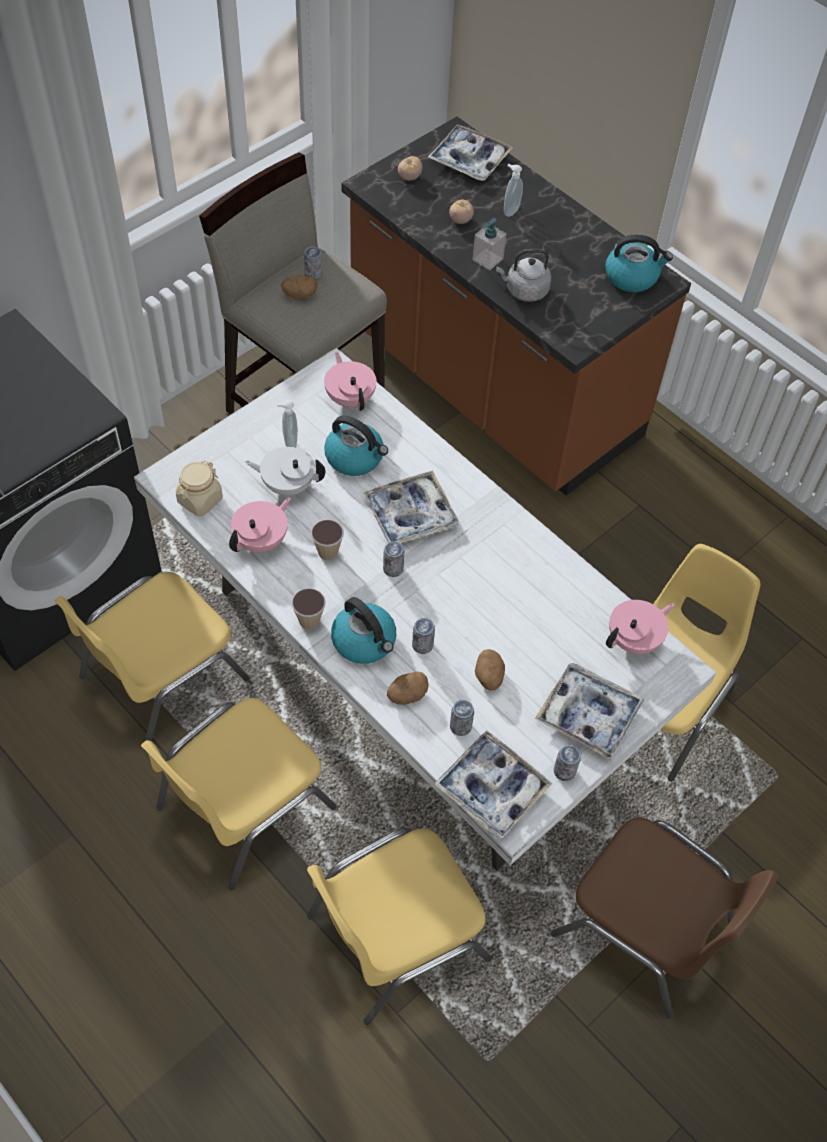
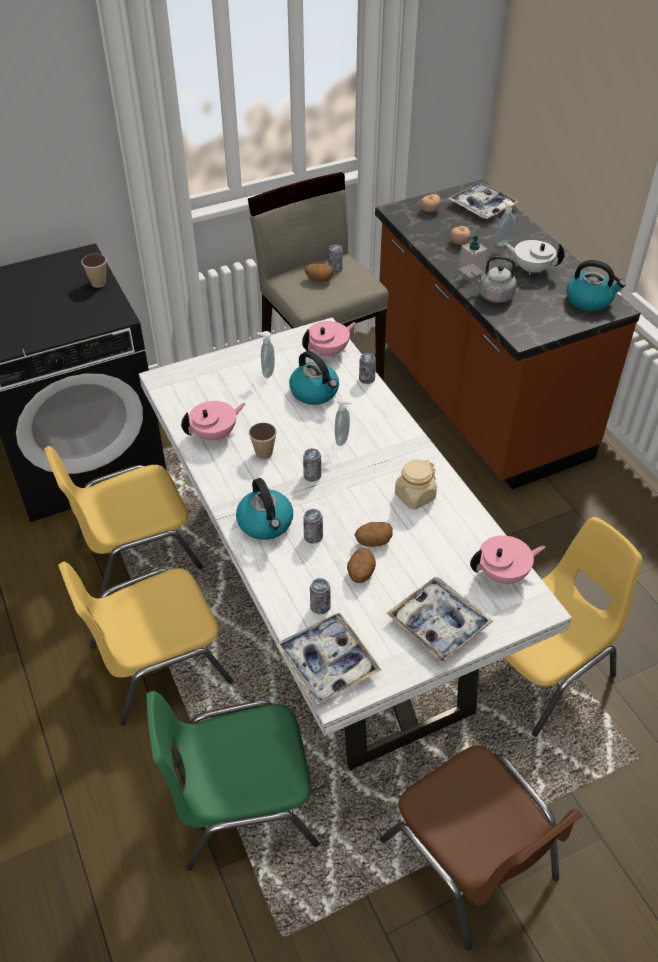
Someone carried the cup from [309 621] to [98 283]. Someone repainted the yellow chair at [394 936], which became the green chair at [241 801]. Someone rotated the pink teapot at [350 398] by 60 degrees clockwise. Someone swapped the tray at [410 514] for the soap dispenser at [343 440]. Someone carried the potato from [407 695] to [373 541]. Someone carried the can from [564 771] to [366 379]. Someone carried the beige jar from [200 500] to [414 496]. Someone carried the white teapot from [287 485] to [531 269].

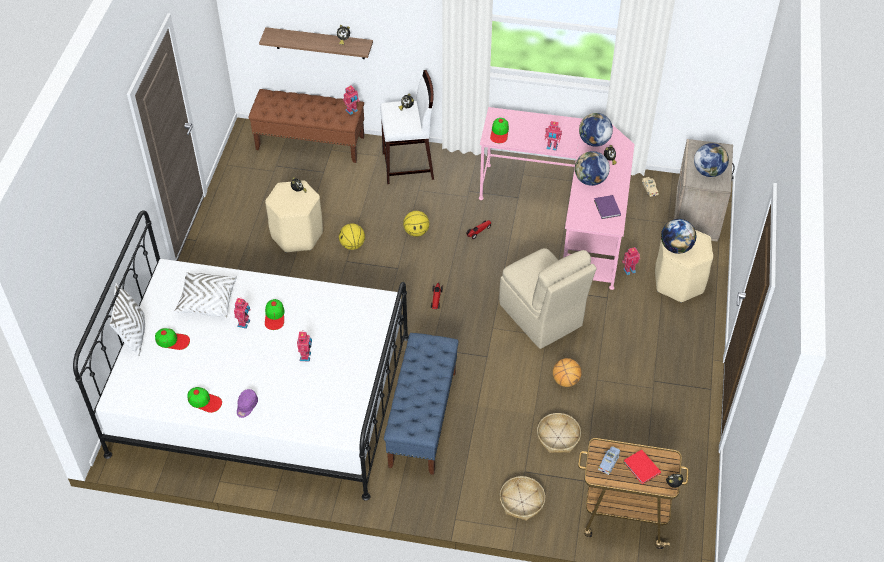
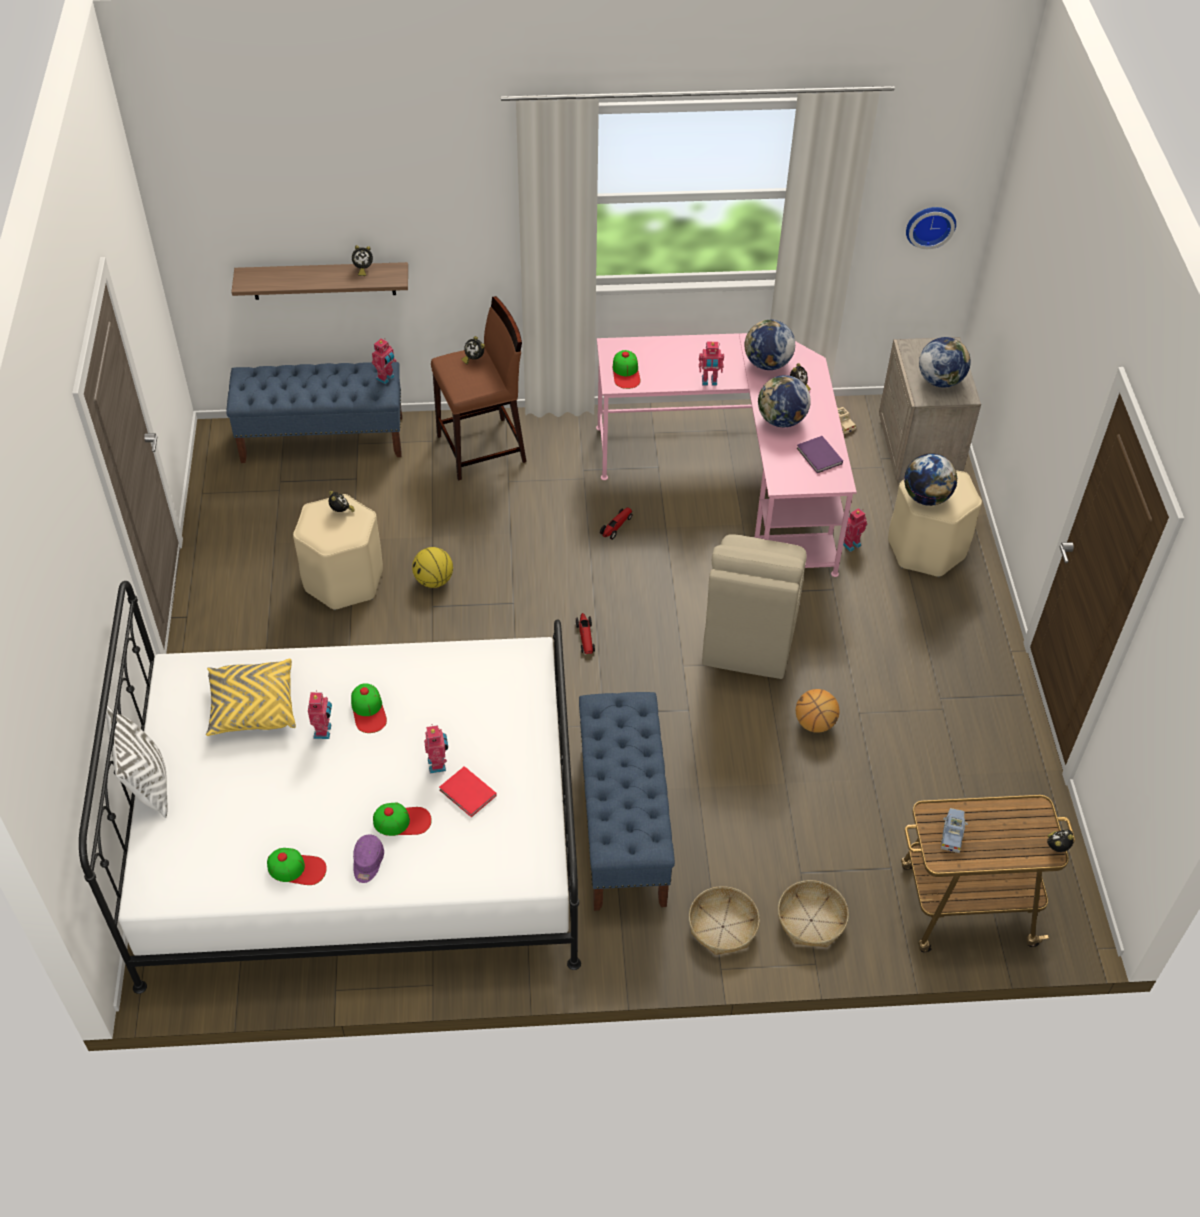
Someone repainted the white pillow at [207 301], which became the yellow pillow at [252 707]. Someone repainted the brown bench at [310 143], which became the blue bench at [323 439]. Someone carried the cap from [172 340] to [402 821]. Someone repainted the white stool at [408 166], which became the brown stool at [482 449]. Someone carried the red book from [641 468] to [468 794]. Someone carried the basket from [558 438] to [723 927]. Someone rotated the beige chair at [541 316] by 60 degrees clockwise. Someone put up the wall clock at [930 225]. Someone took away the basketball at [416 232].

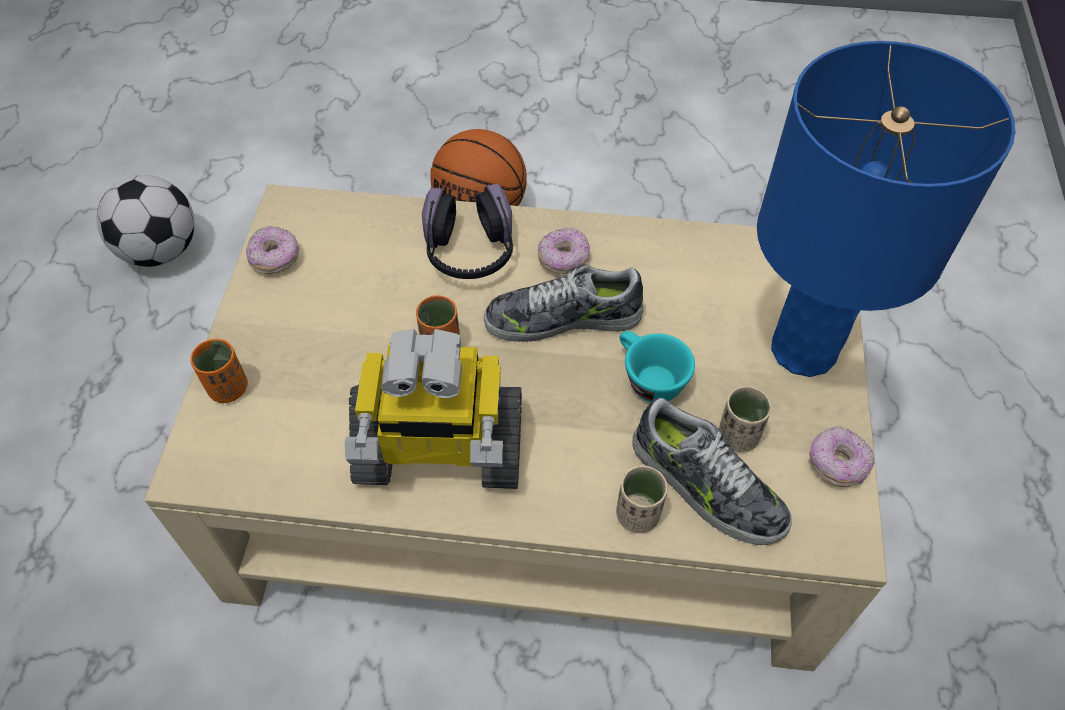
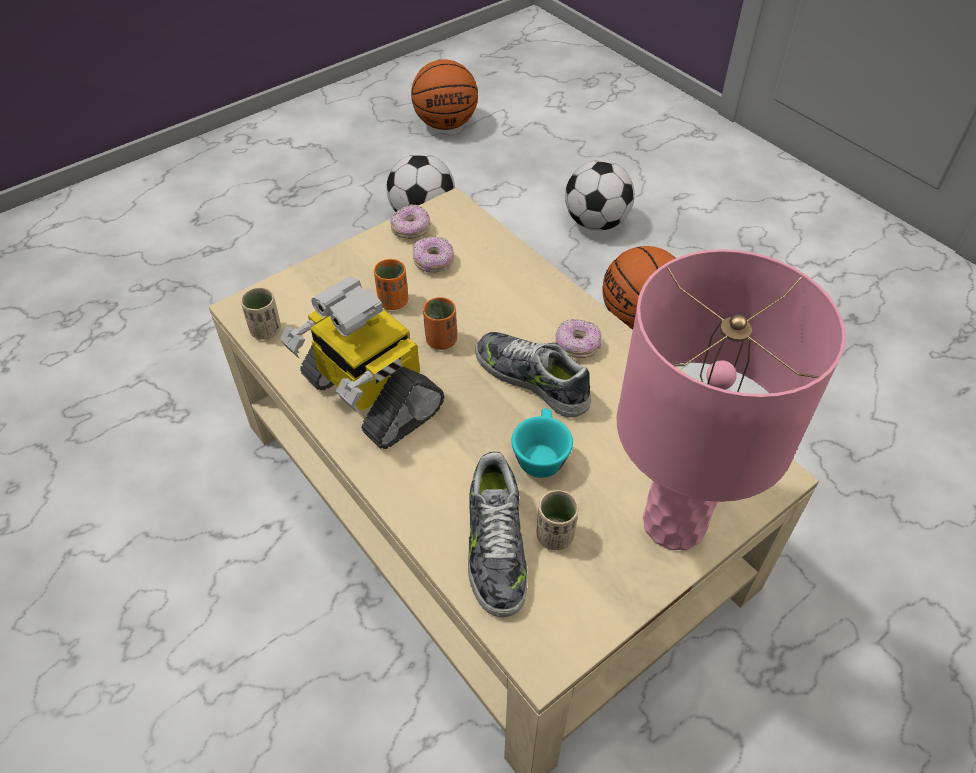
Someone carried the beige cup from [638 515] to [266 330]. Someone carried the orange cup from [228 388] to [393 301]. Someone put down the basketball at [445 124]. Someone carried the donut from [837 464] to [433 262]. Someone put down the football at [596 222]. Someone repainted the blue table lamp at [803 349], which became the pink table lamp at [674 522]. Someone took away the headphones at [469 251].

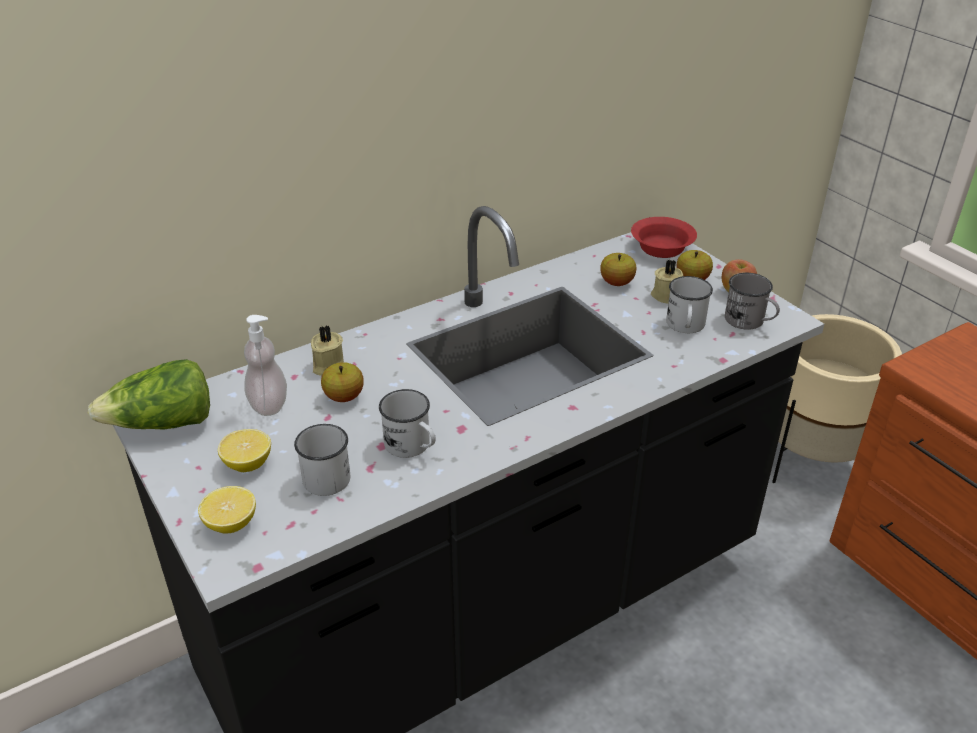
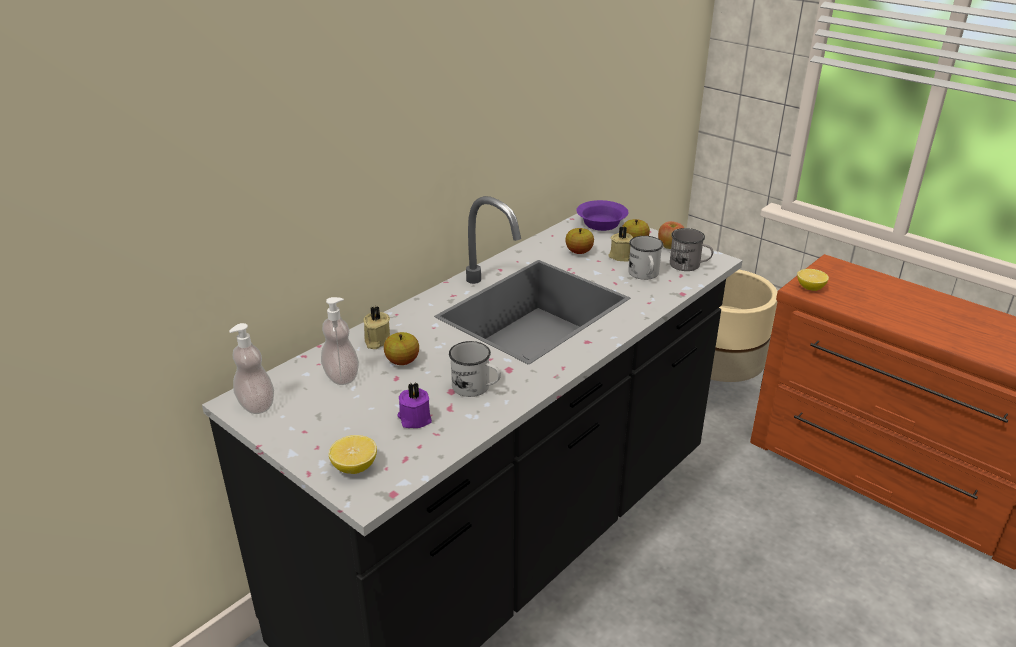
Someone swapped the lettuce at [163 424] for the soap dispenser at [256 405]. Someone swapped the white mug at [324 474] for the purple candle at [414 419]. Someone repainted the red bowl at [663 249], which became the purple bowl at [602 224]. Someone carried the lemon from [247 464] to [810 288].

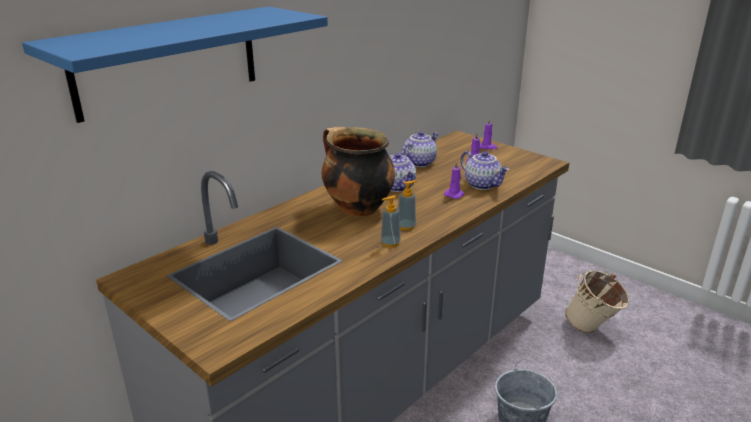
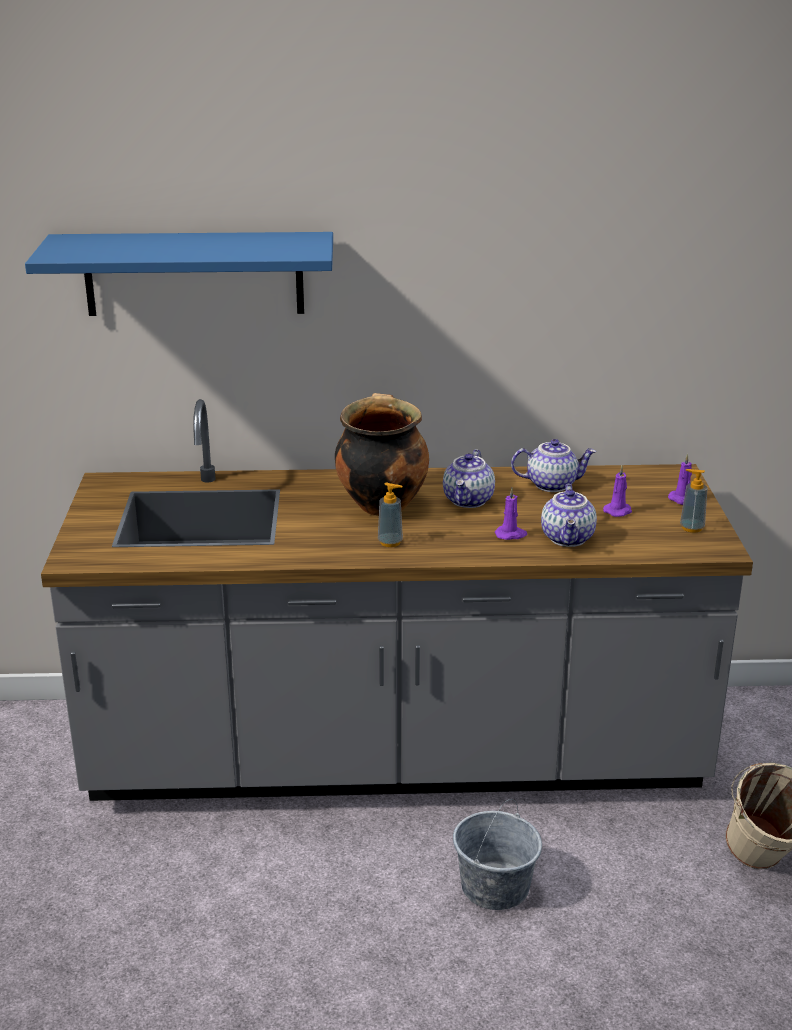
Someone carried the soap dispenser from [390 243] to [691 528].

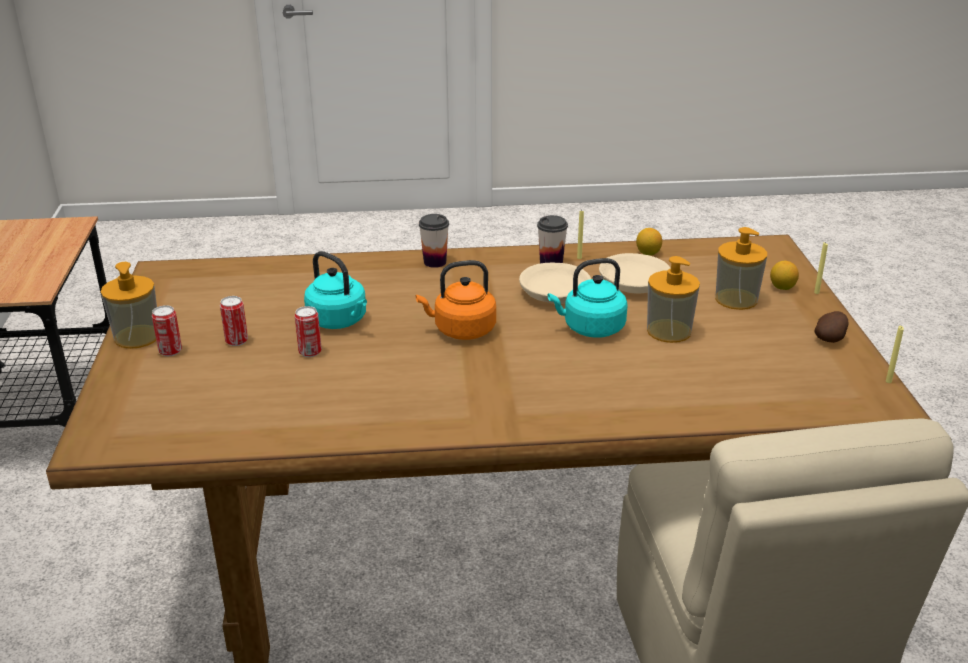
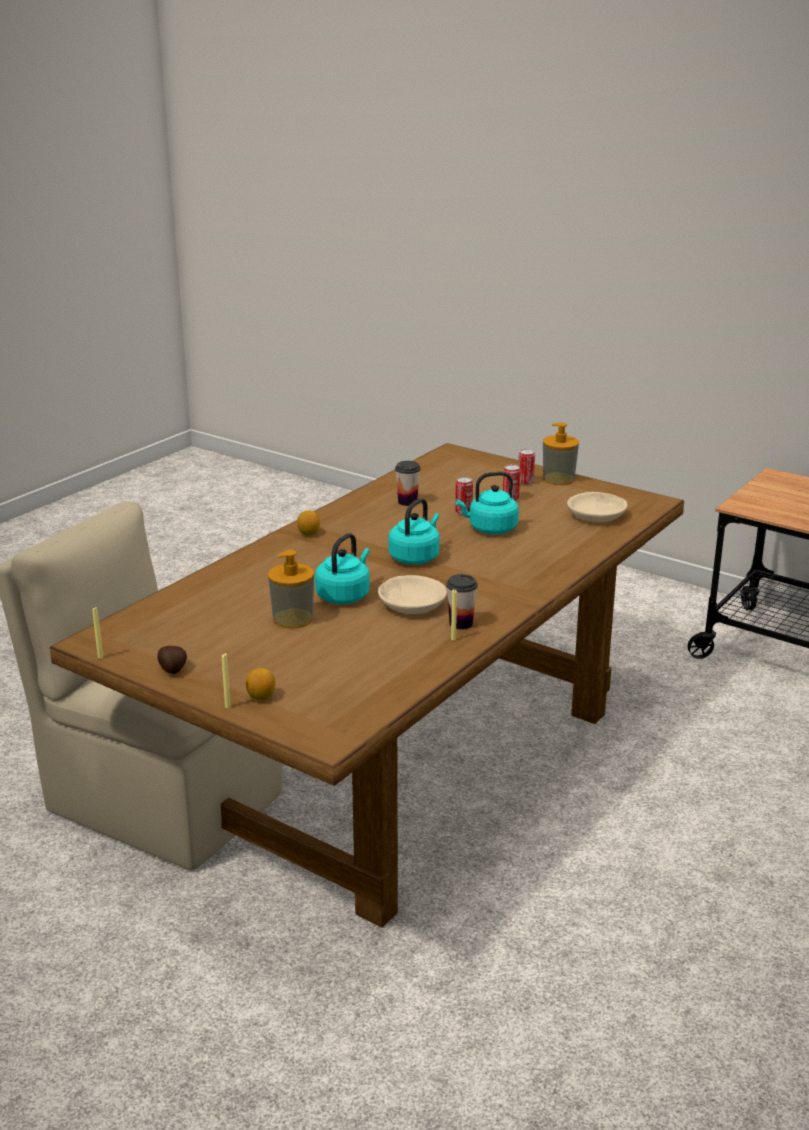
Someone carried the lemon from [648 253] to [308 533]. Someone repainted the orange kettle at [461 330], which became the turquoise kettle at [415 557]. Someone carried the cup from [435 262] to [407 502]. Someone carried the beige bowl from [632 283] to [597 515]. Someone took away the soap dispenser at [736 299].

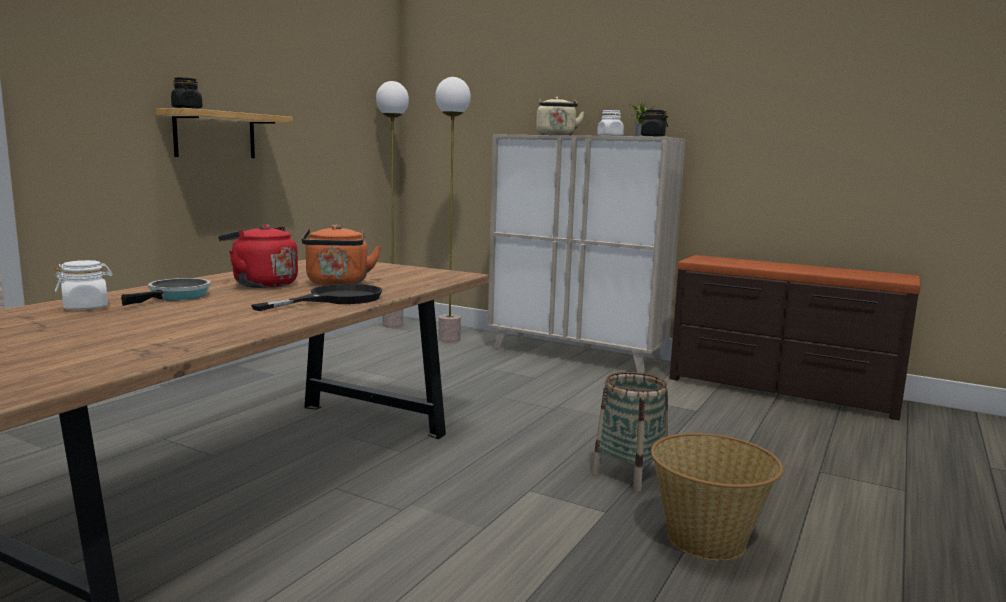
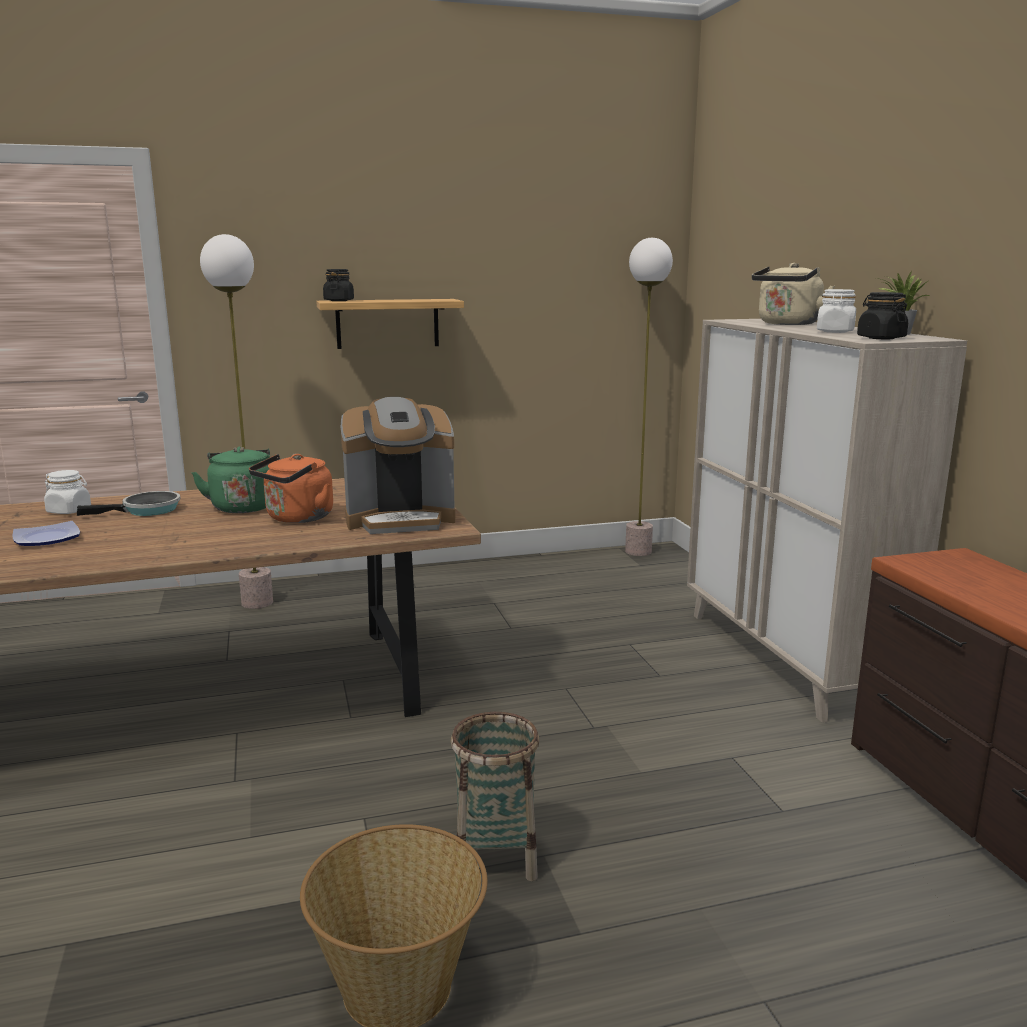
Someone put down the plate at [48 538]. Someone repainted the red kettle at [261 284], which became the green kettle at [242 506]. Someone carried the floor lamp from [449 339] to [258 603]. Someone put down the coffee machine at [400 519]. Someone took away the black frying pan at [335 299].

